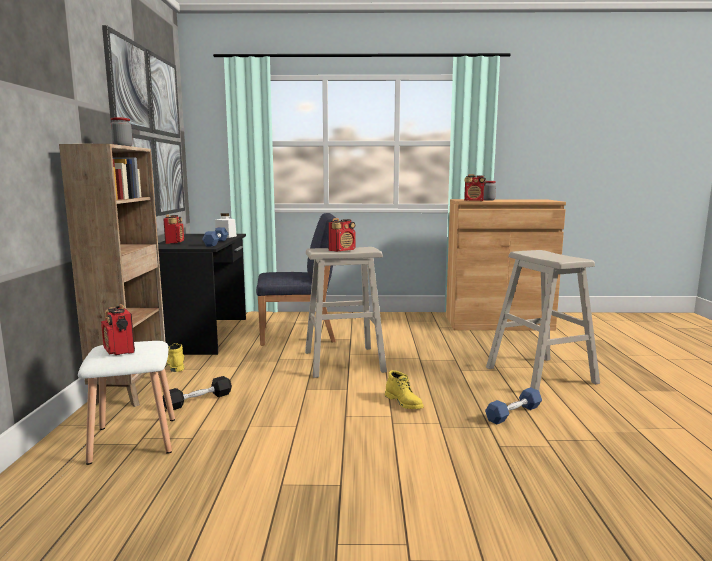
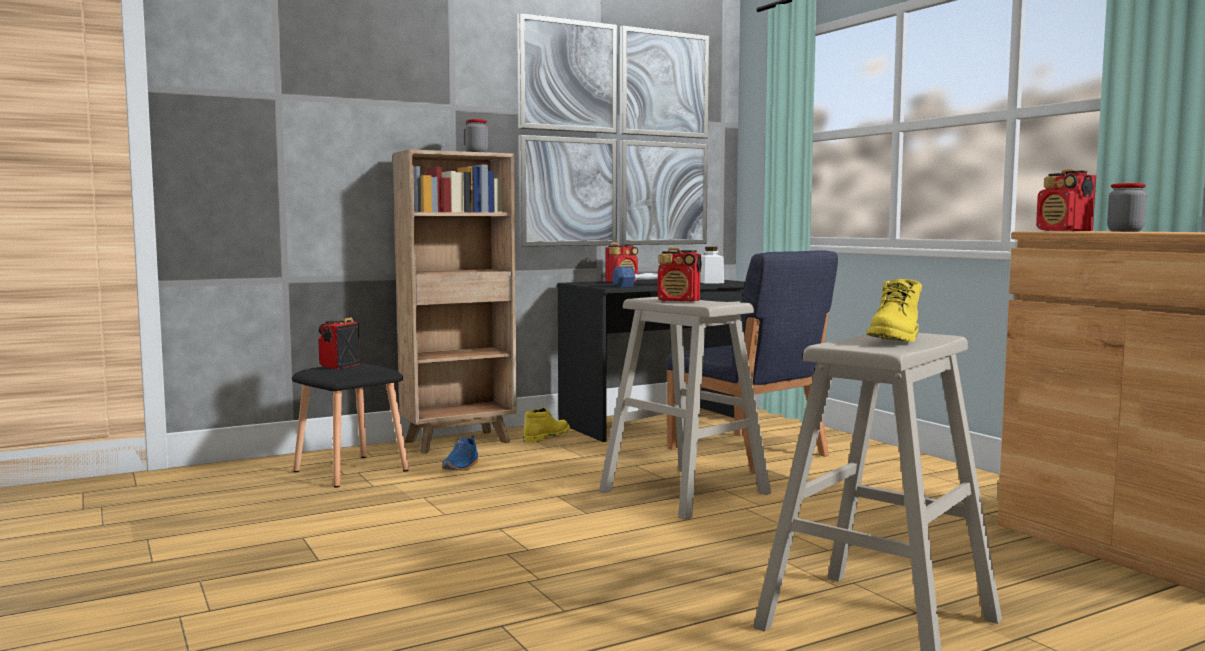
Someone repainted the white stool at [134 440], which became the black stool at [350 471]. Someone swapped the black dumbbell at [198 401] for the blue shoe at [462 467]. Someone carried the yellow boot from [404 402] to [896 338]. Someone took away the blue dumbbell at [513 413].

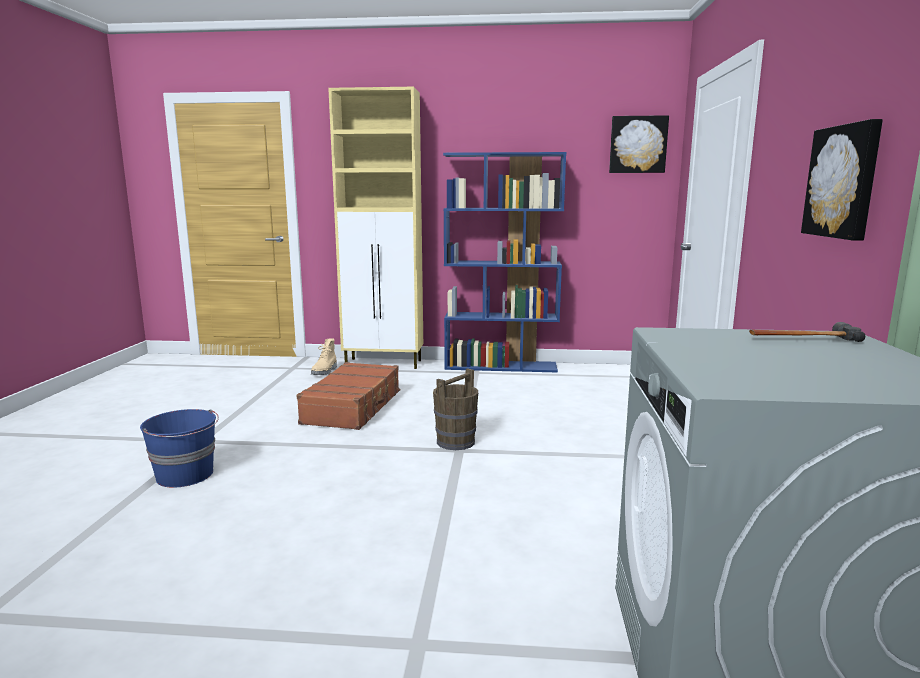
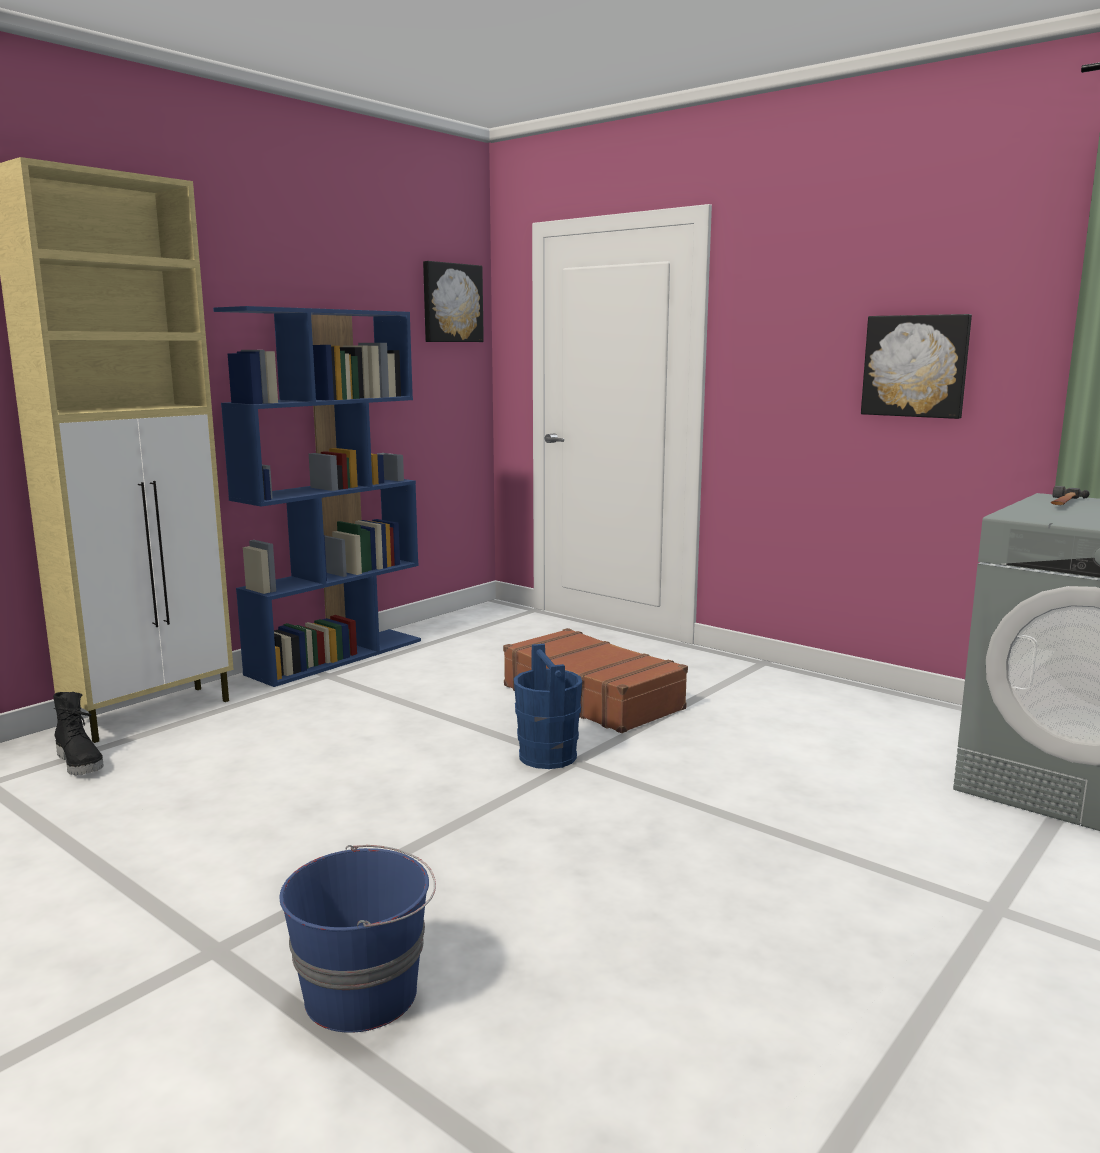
Someone repainted the beige boot at [325 372], which became the black boot at [81 763]. Someone carried the brown suitcase from [353 407] to [592 697]. Someone repainted the brown bucket at [455 442], which became the blue bucket at [547 756].

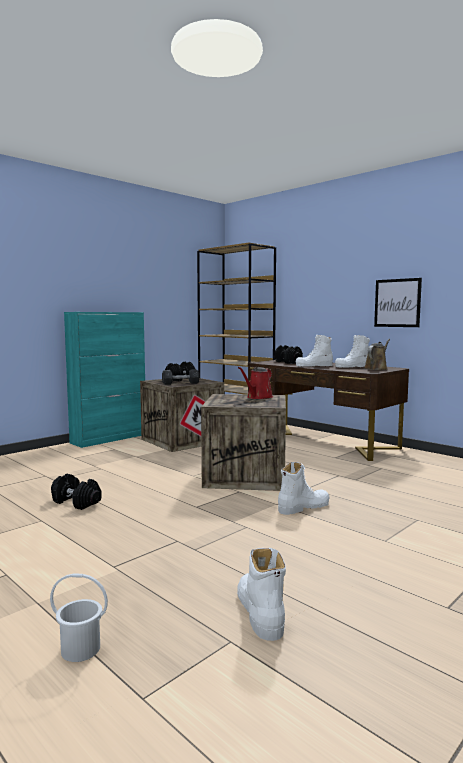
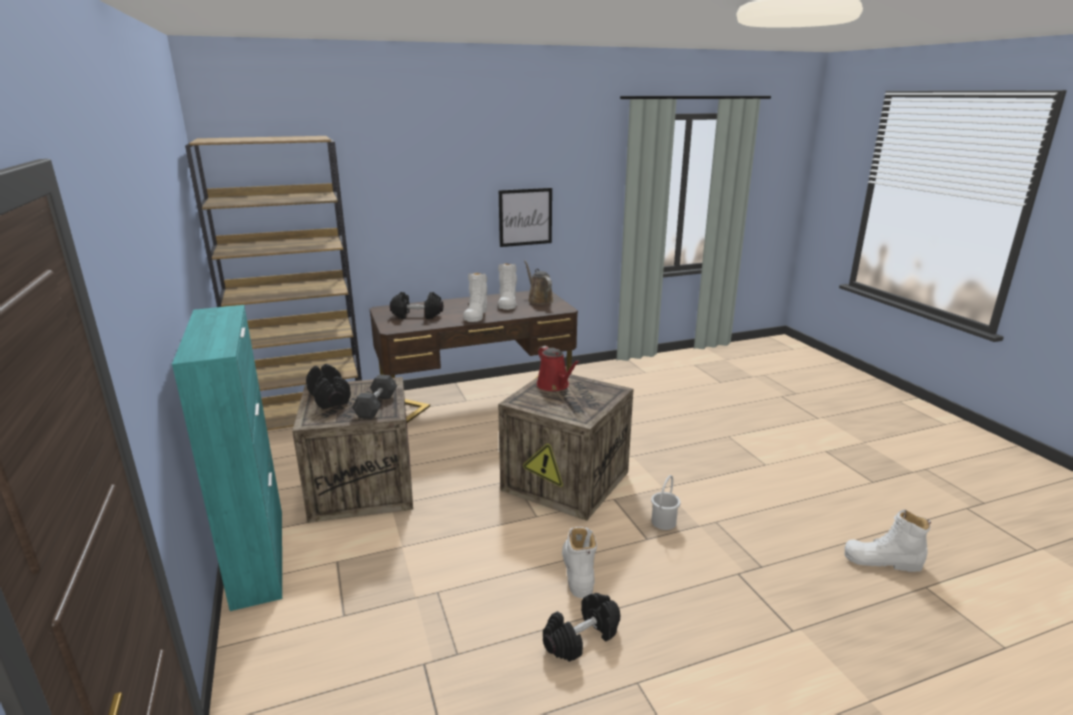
Someone carried the white boot from [303 507] to [577 571]. Someone carried the white bucket from [80 648] to [663 522].

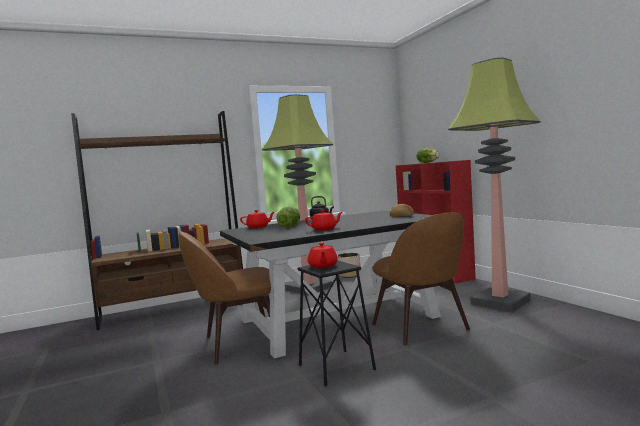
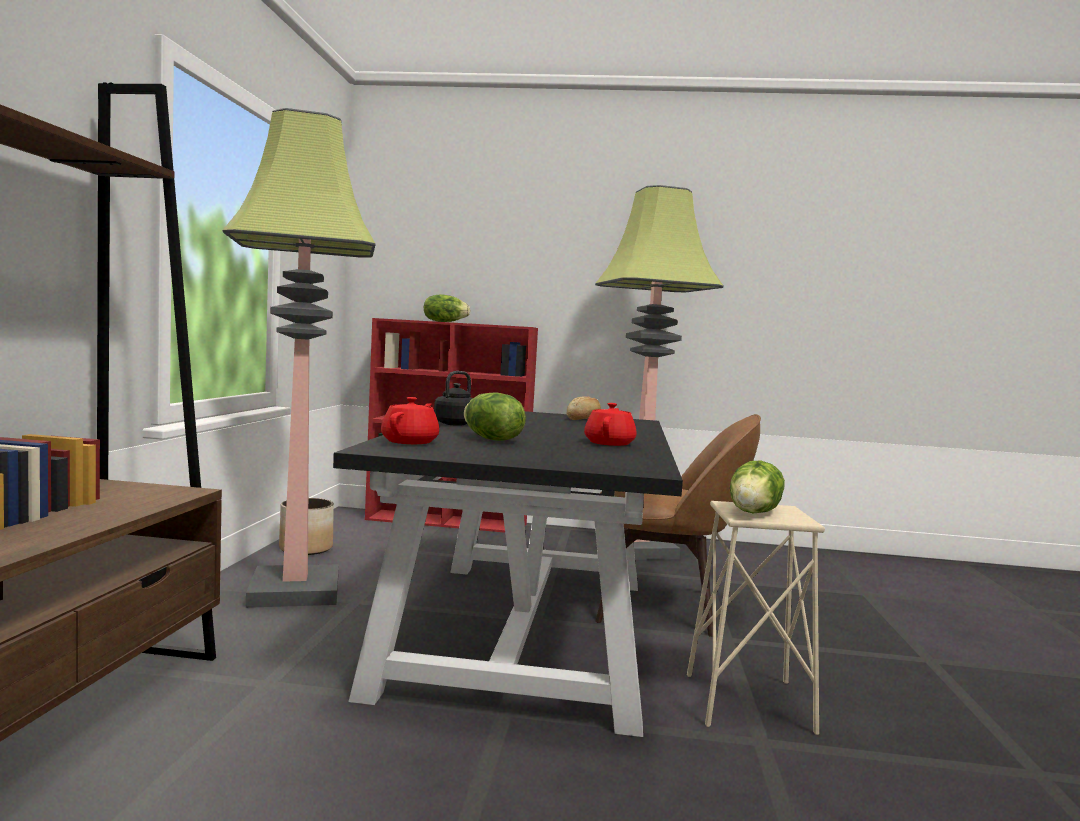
Someone repainted the black stool at [336 367], which became the beige stool at [749 703]. Someone swapped the red teapot at [323 266] for the lettuce at [755 513]. Someone took away the brown chair at [238 343].

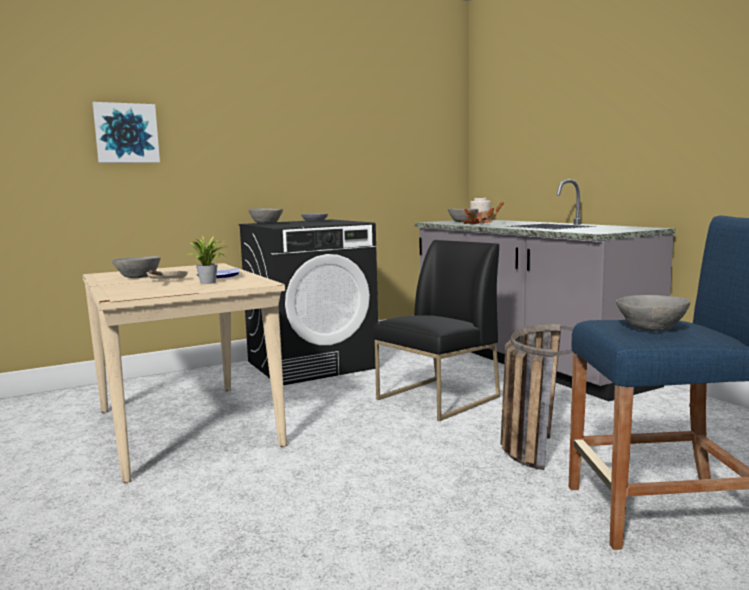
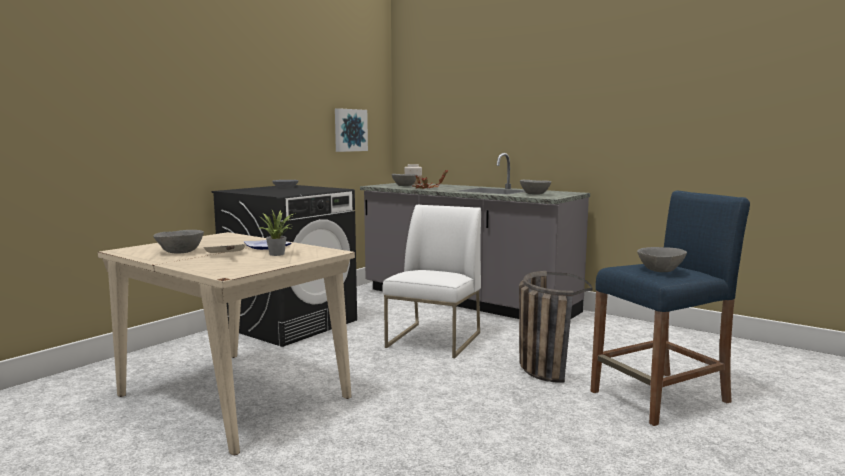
Someone carried the picture from [126 133] to [349 130]. Someone repainted the black chair at [438 398], which became the white chair at [434 340]. Someone carried the grey bowl from [266 223] to [535 194].

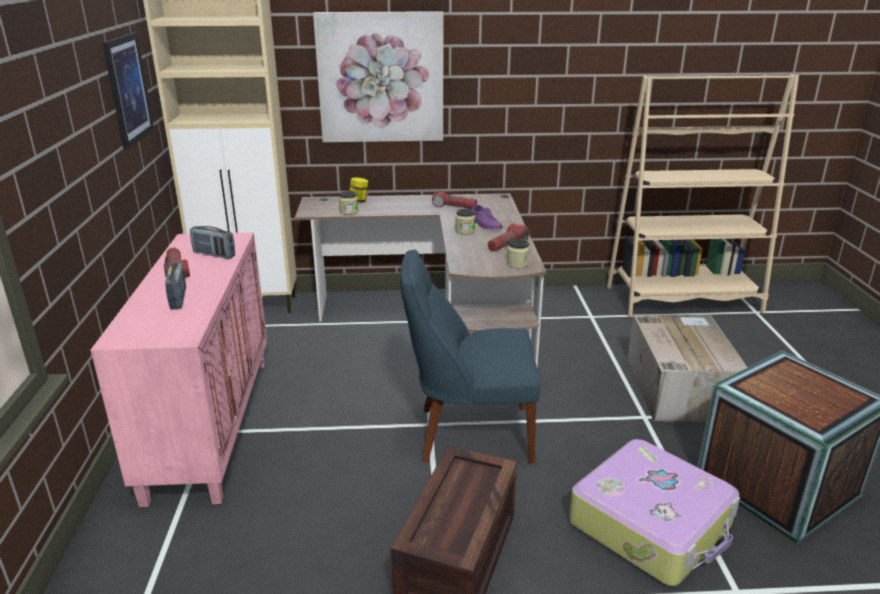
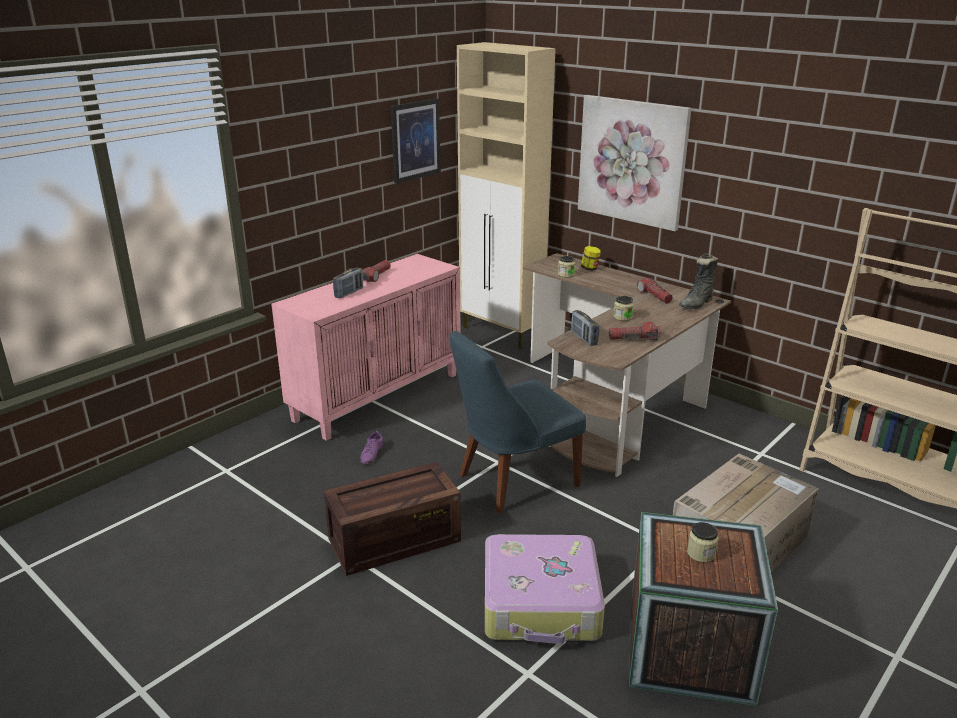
Someone carried the purple shoe from [485 224] to [371 453]. Someone rotated the blue chair at [469 434] by 75 degrees counterclockwise. Someone carried the radio from [214 255] to [584 338]. Someone put down the black boot at [697 304]. Someone carried the jar from [517 264] to [701 553].

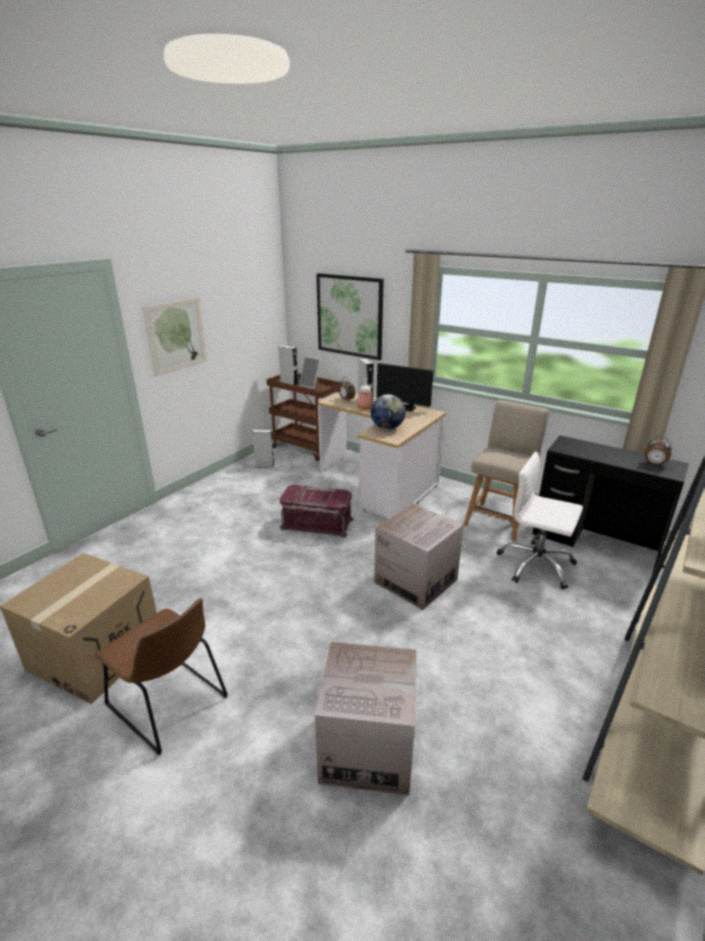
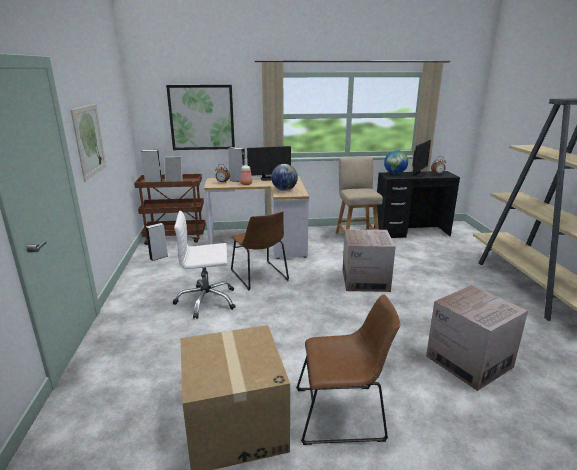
Someone carried the white office chair from [536 565] to [206 301]. Someone swapped the red storage box at [316 524] for the brown chair at [260 276]. Someone put down the globe at [395 174]. Someone put down the monitor at [418 174].

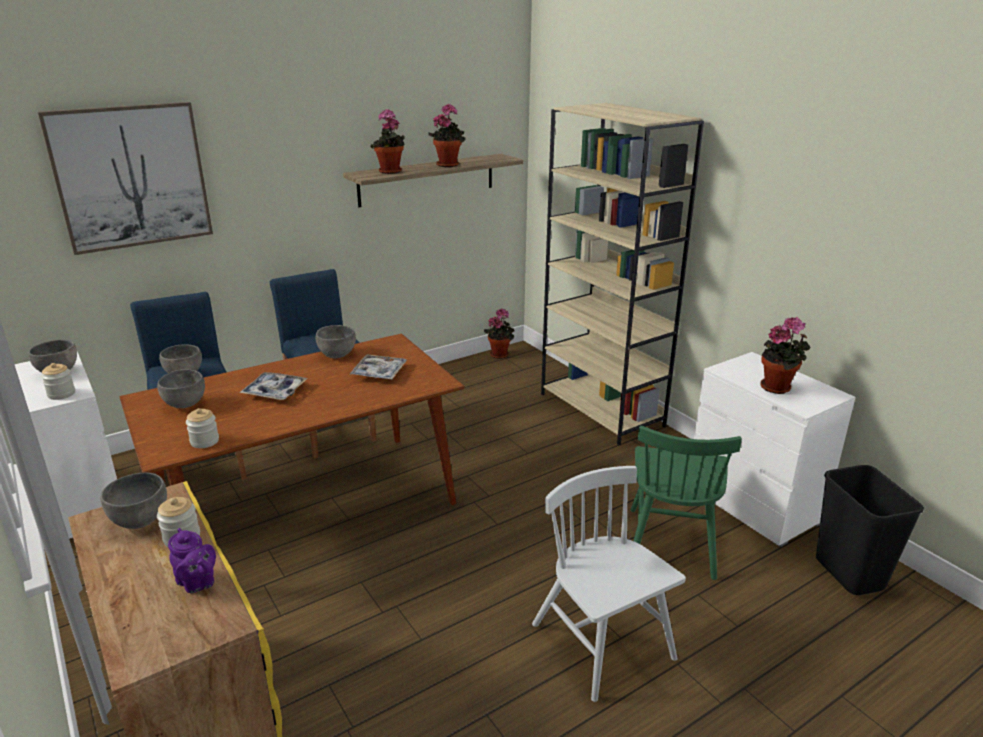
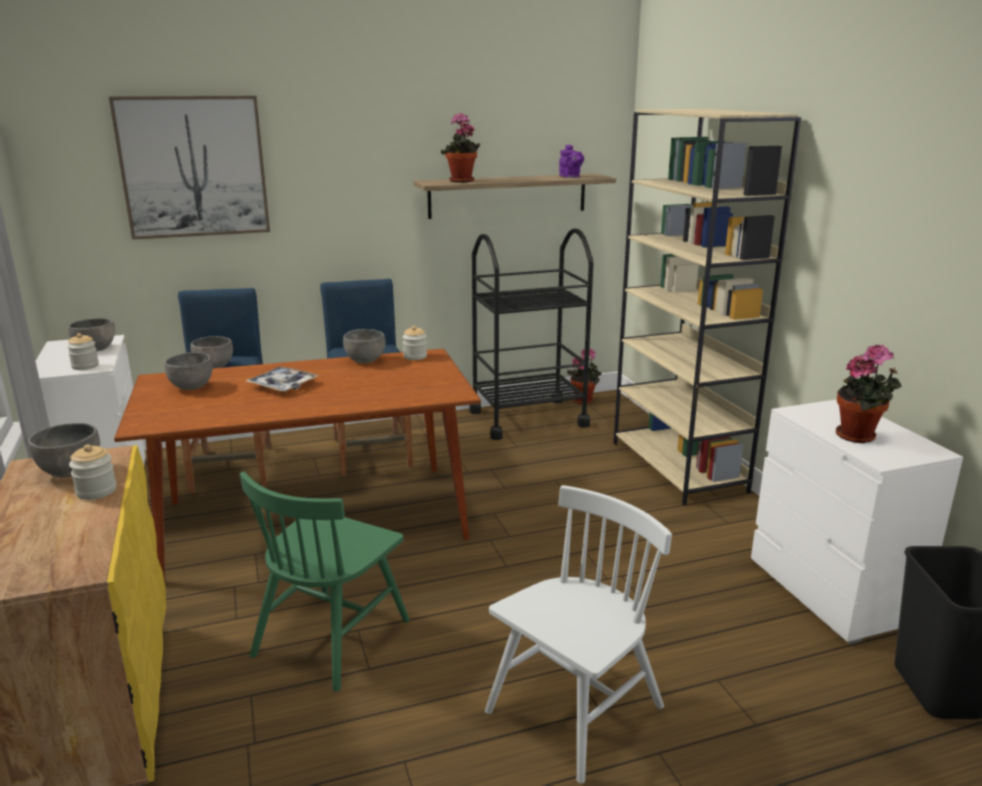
Someone carried the green chair from [671 542] to [331 637]. Someone carried the jar from [204 441] to [415 356]. Someone put down the black cart at [528 418]. Someone rotated the white chair at [602 642] by 60 degrees clockwise. Someone carried the purple teapot from [197 583] to [570 177]. Someone took away the tray at [379 372]. Someone took away the potted plant at [448 164].

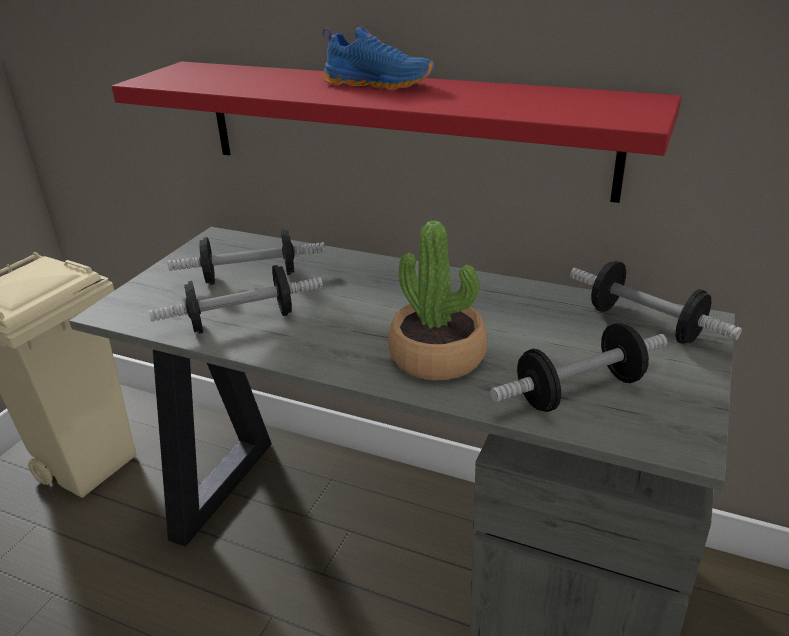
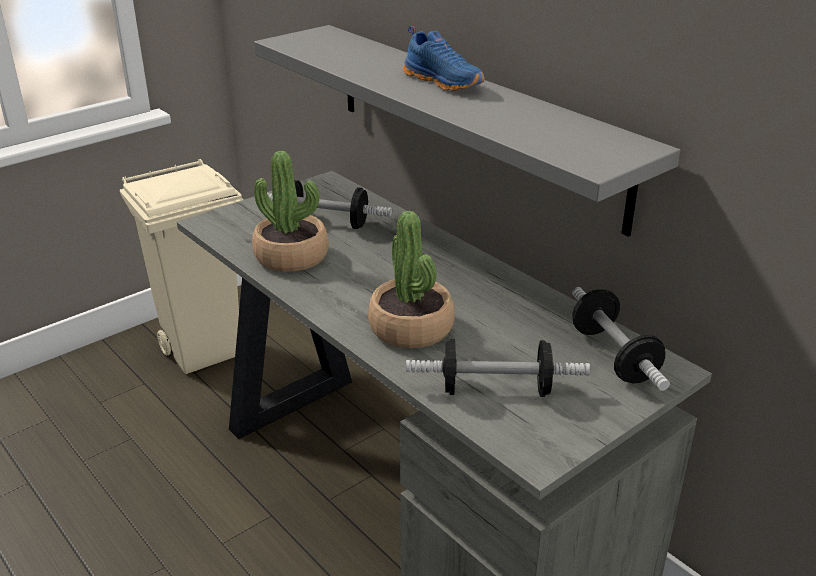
Someone swapped the dumbbell at [242 321] for the potted plant at [291 256]. Someone repainted the red shelf at [399 127], which became the grey shelf at [471 120].

